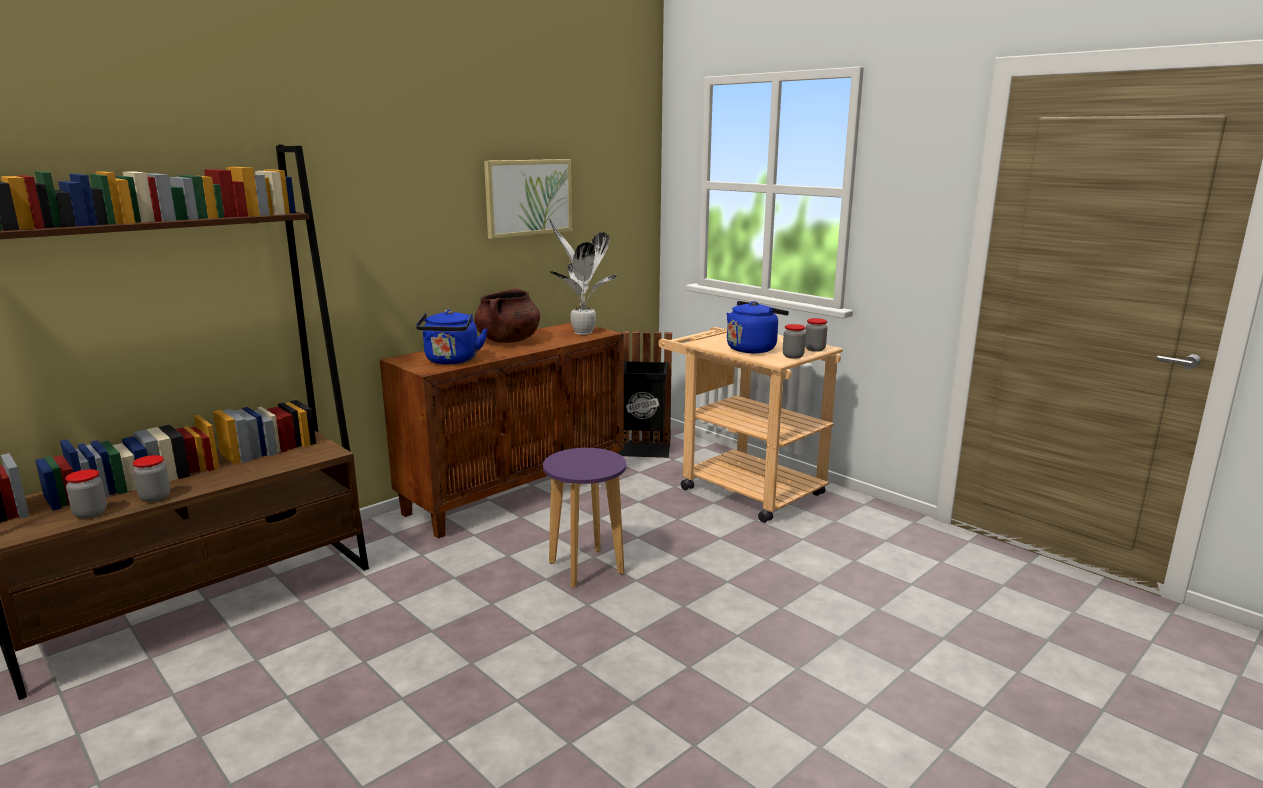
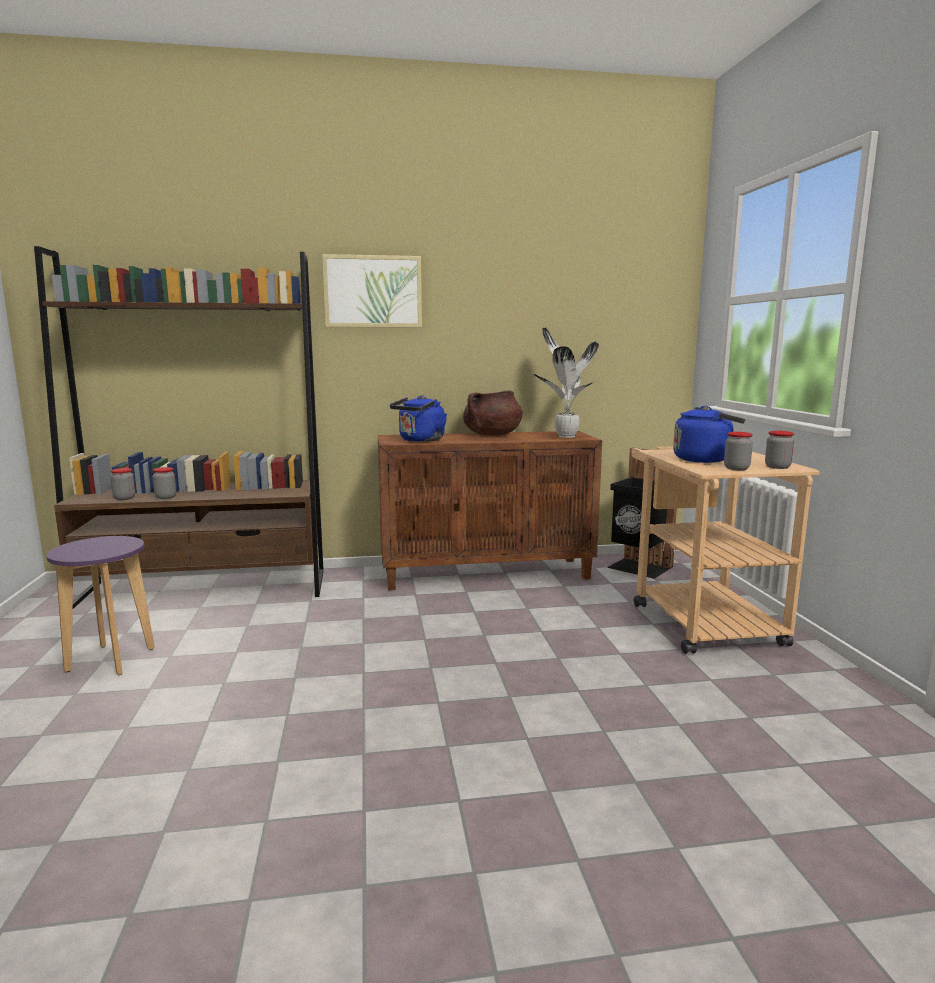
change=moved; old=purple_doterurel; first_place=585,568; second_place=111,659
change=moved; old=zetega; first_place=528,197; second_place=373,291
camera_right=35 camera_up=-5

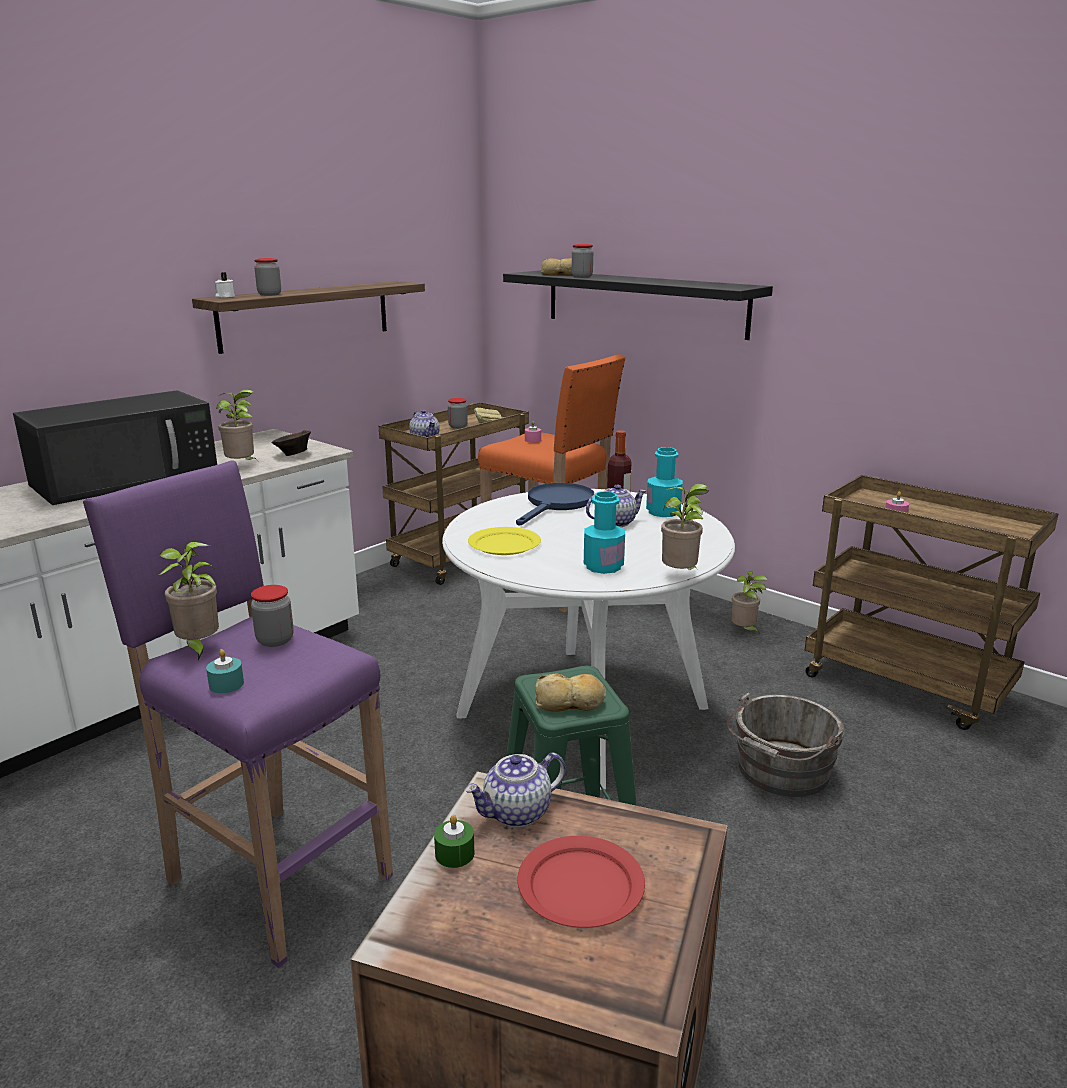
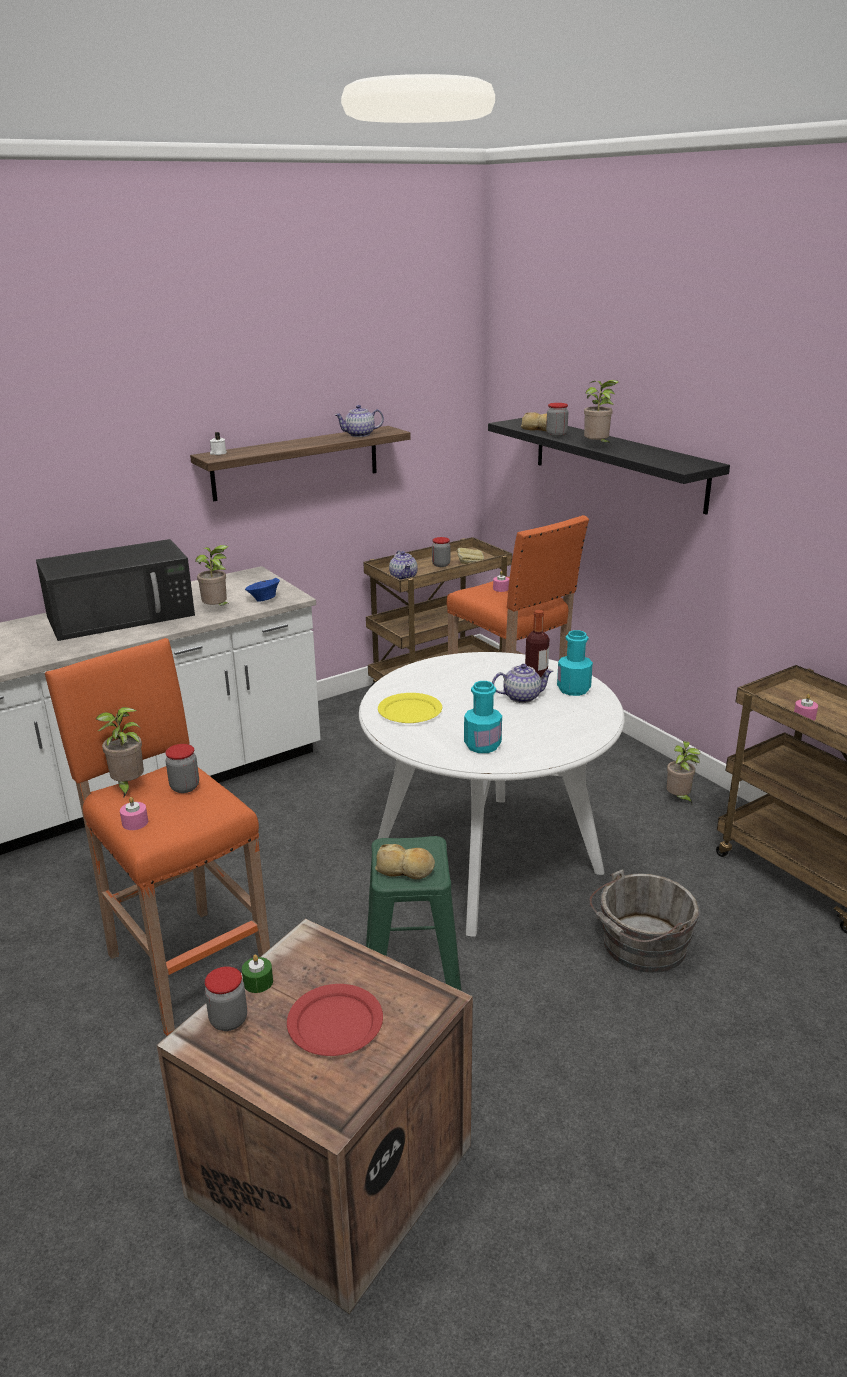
change=recoloured; old=purple_doterurel; new=orange_doterurel; first_place=275,876; second_place=186,966
change=recoloured; old=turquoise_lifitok; new=pink_lifitok; first_place=226,684; second_place=135,822
change=moved; old=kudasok; first_place=269,294; second_place=228,1020
change=recoloured; old=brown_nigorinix; new=blue_nigorinix; first_place=293,454; second_place=263,600
change=moved; old=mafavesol; first_place=517,813; second_place=359,435
change=moved; old=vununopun; first_place=681,575; second_place=597,447
change=removed; old=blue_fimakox; first_place=556,504
camera_right=15 camera_up=5

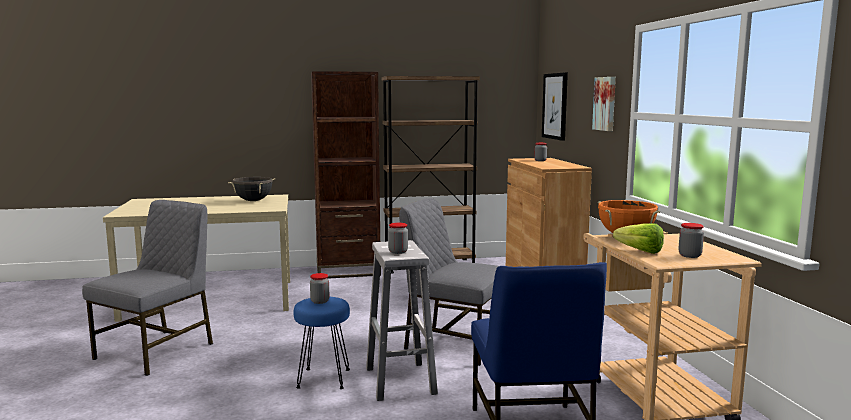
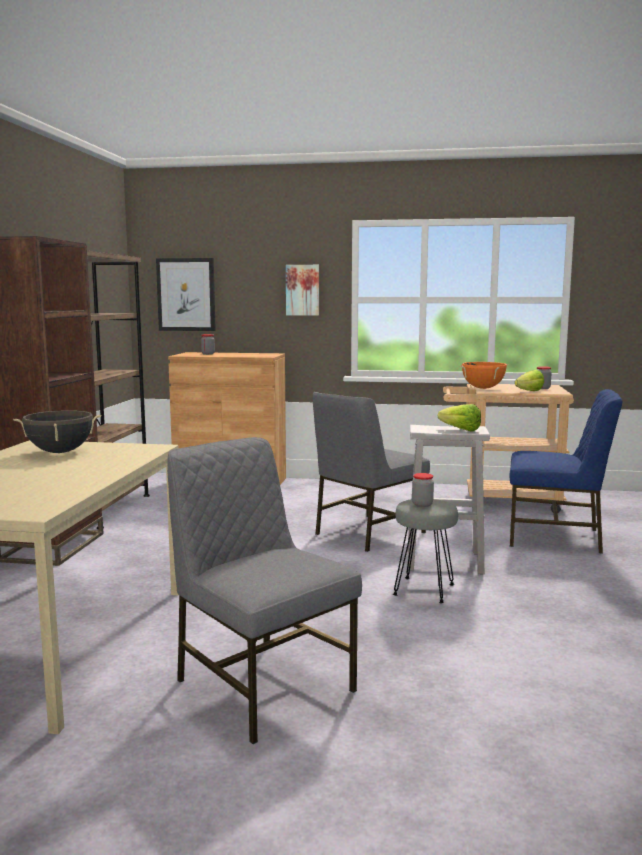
change=recoloured; old=blue_doterurel; new=grey_doterurel; first_place=323,379; second_place=424,590
change=replaced; old=kudasok; new=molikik; first_place=398,252; second_place=458,429
camera_right=-70 camera_up=0

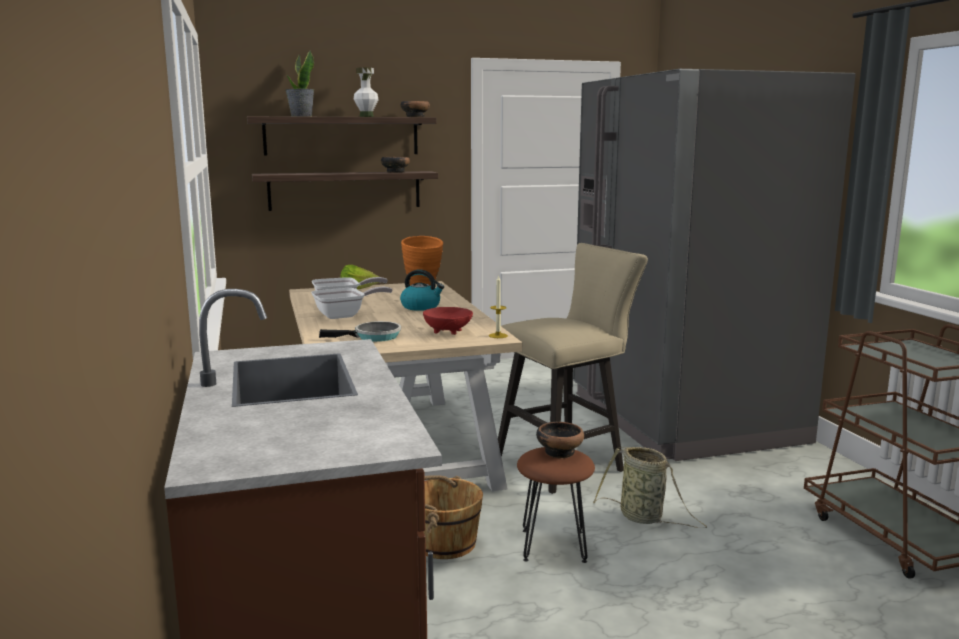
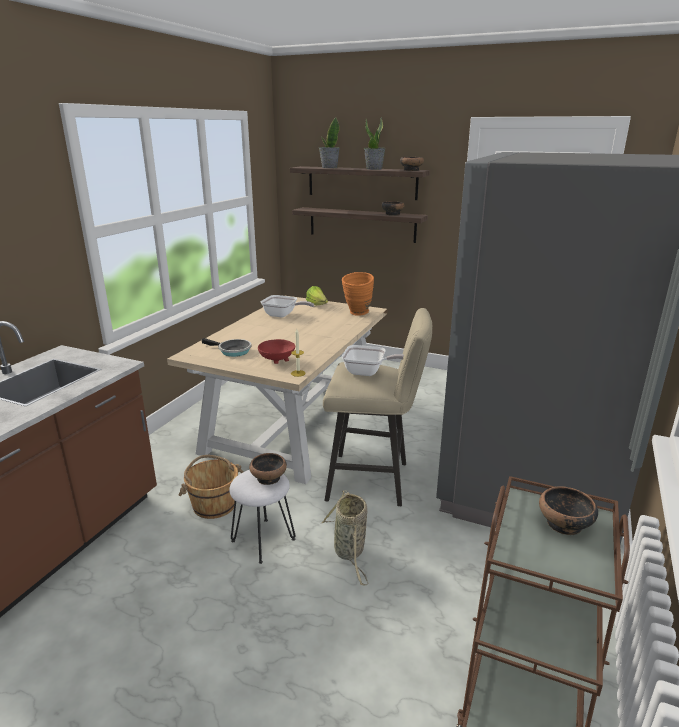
change=recoloured; old=brown_doterurel; new=white_doterurel; first_place=553,545; second_place=263,539
change=moved; old=fimakox; first_place=345,315; second_place=368,372
change=replaced; old=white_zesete; new=vununopun; first_place=366,116; second_place=374,169
change=added; new=nigorinix; second_place=564,524
change=removed; old=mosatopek; first_place=421,307
camera_right=40 camera_up=10

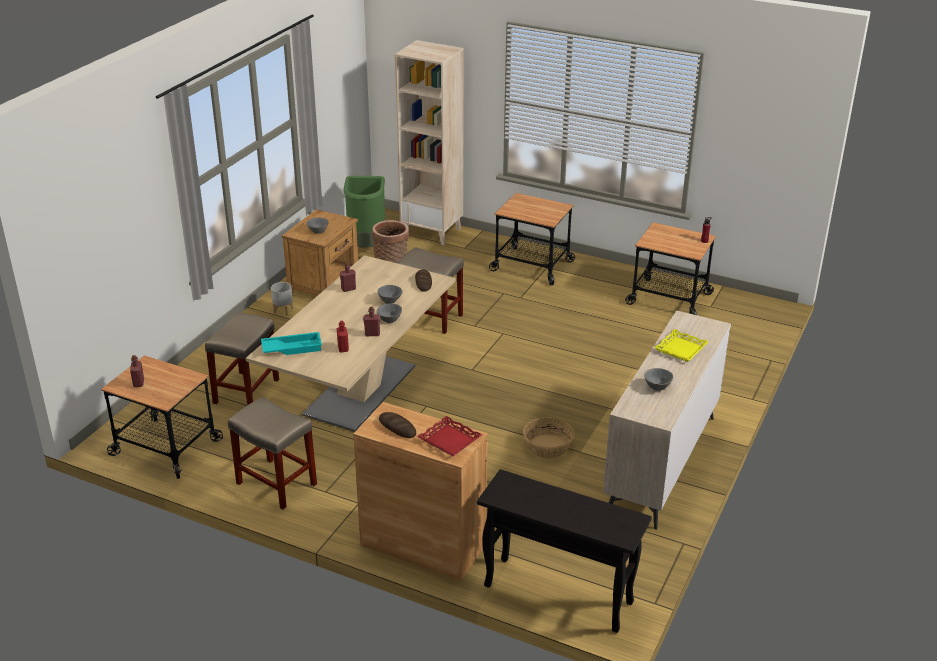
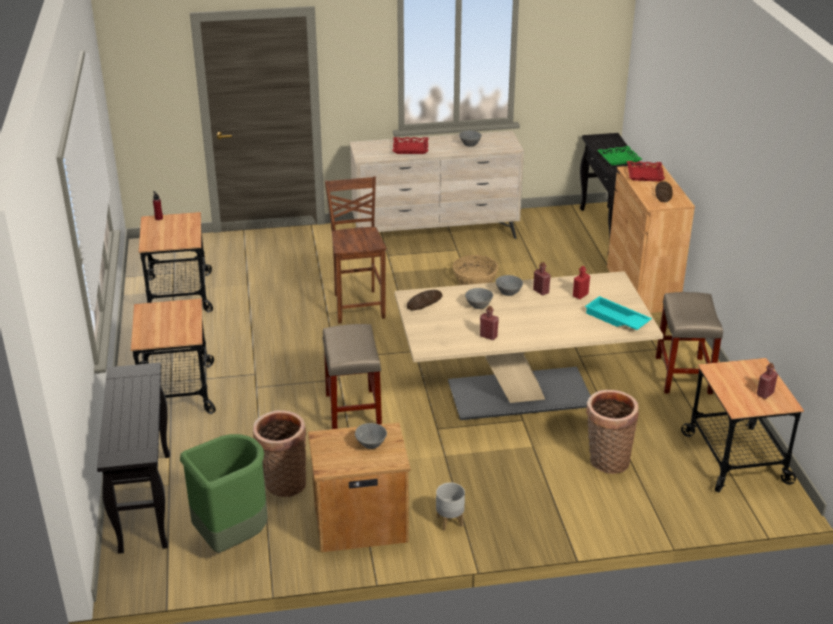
change=replaced; old=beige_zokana; new=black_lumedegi; first_place=432,232; second_place=145,501
change=added; new=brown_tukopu; second_place=358,306
change=recoloured; old=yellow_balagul; new=red_balagul; first_place=681,349; second_place=410,148
change=replaced; old=beige_doterurel; new=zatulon; first_place=246,391; second_place=606,460
change=added; new=green_balagul; second_place=619,158
camera_right=-125 camera_up=0

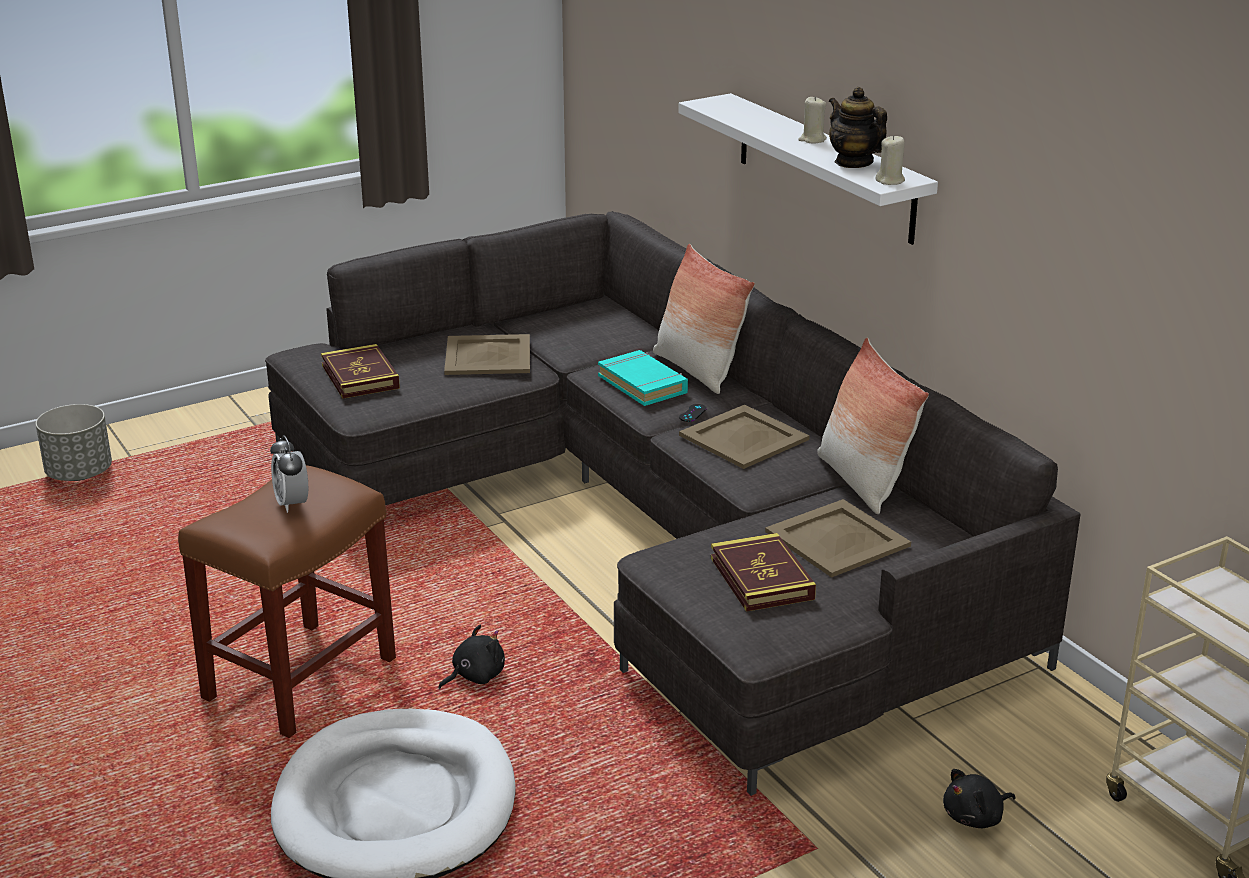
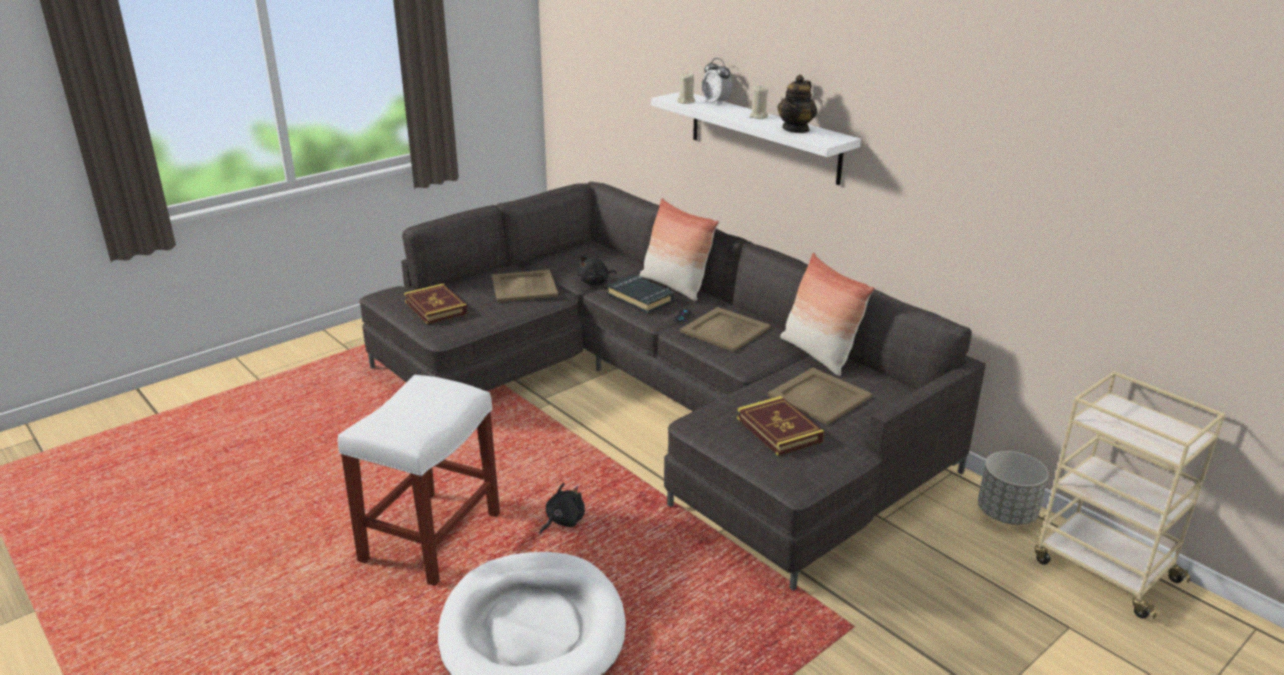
change=recoloured; old=brown_doterurel; new=white_doterurel; first_place=301,677; second_place=432,535
change=moved; old=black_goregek; first_place=975,817; second_place=595,282
change=recoloured; old=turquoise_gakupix; new=black_gakupix; first_place=643,384; second_place=641,298
change=moved; old=beige_lifitok; first_place=890,181; second_place=686,102
change=moved; old=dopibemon; first_place=292,503; second_place=716,102
change=turned; old=mafavesol; first_place=853,162; second_place=796,129; degrees=-105
change=moved; old=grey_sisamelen; first_place=80,474; second_place=1007,513
camera_right=-10 camera_up=0

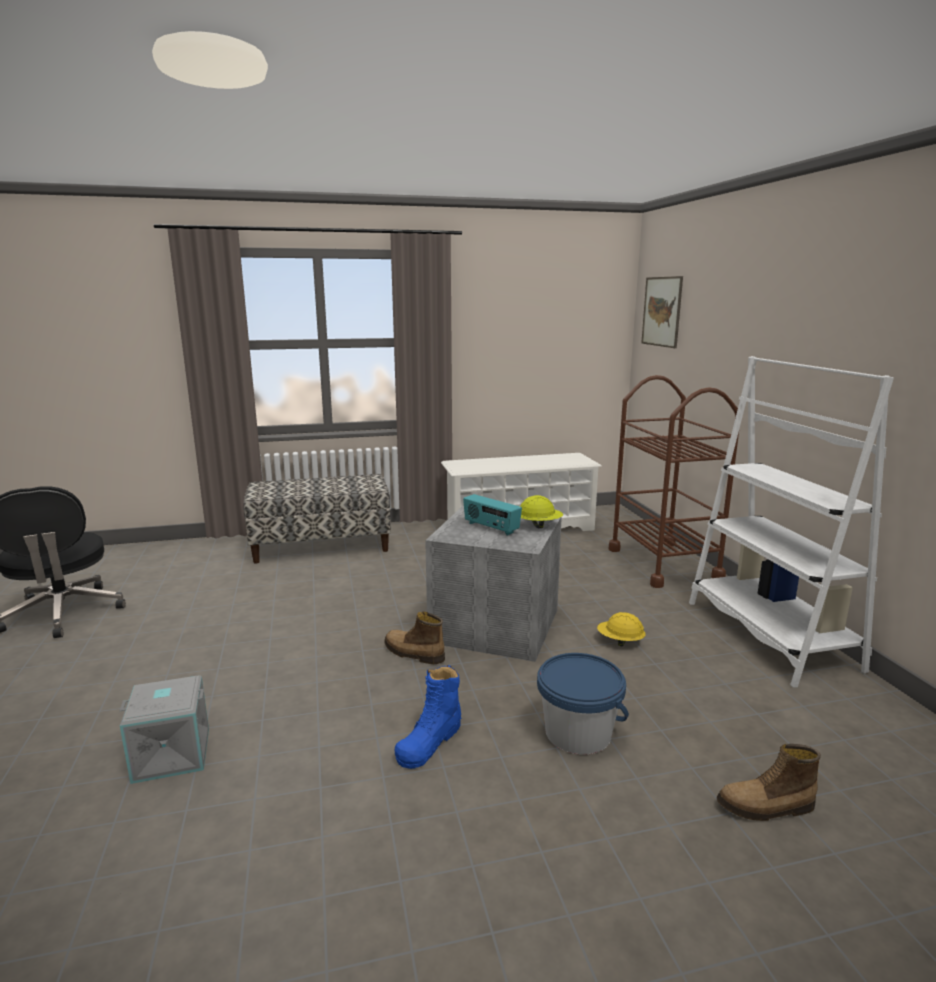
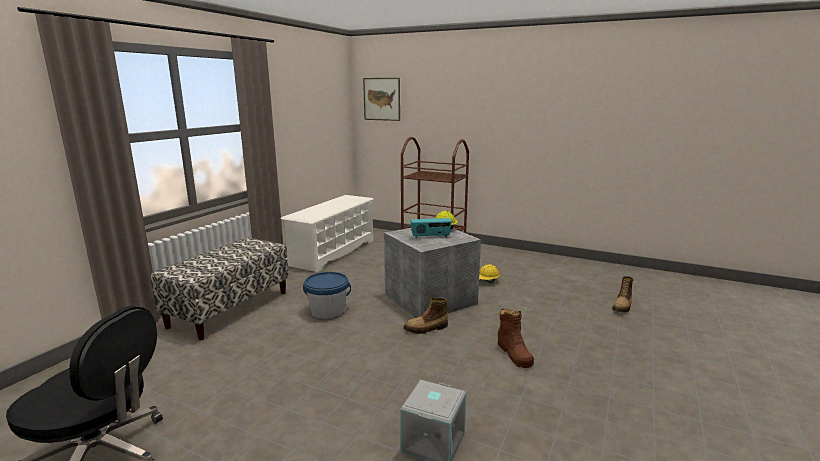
change=moved; old=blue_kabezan; first_place=578,732; second_place=328,311
change=recoloured; old=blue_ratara; new=brown_ratara; first_place=430,742; second_place=514,353
change=removed; old=white_zokana; first_place=769,635
camera_right=-50 camera_up=0

